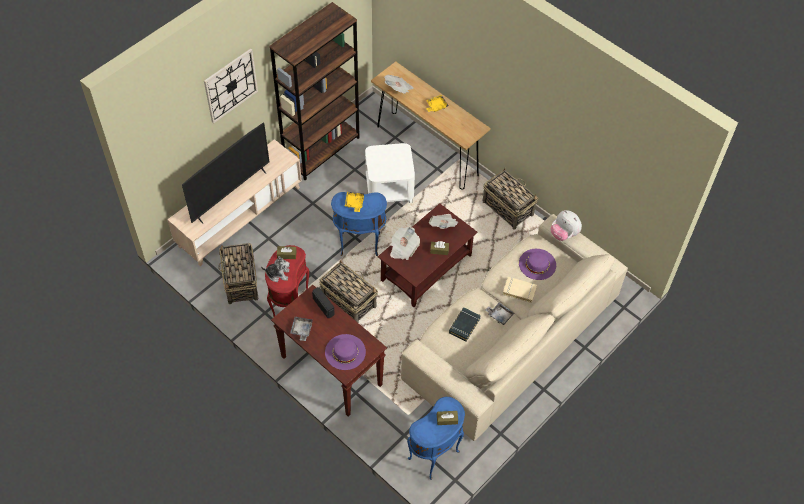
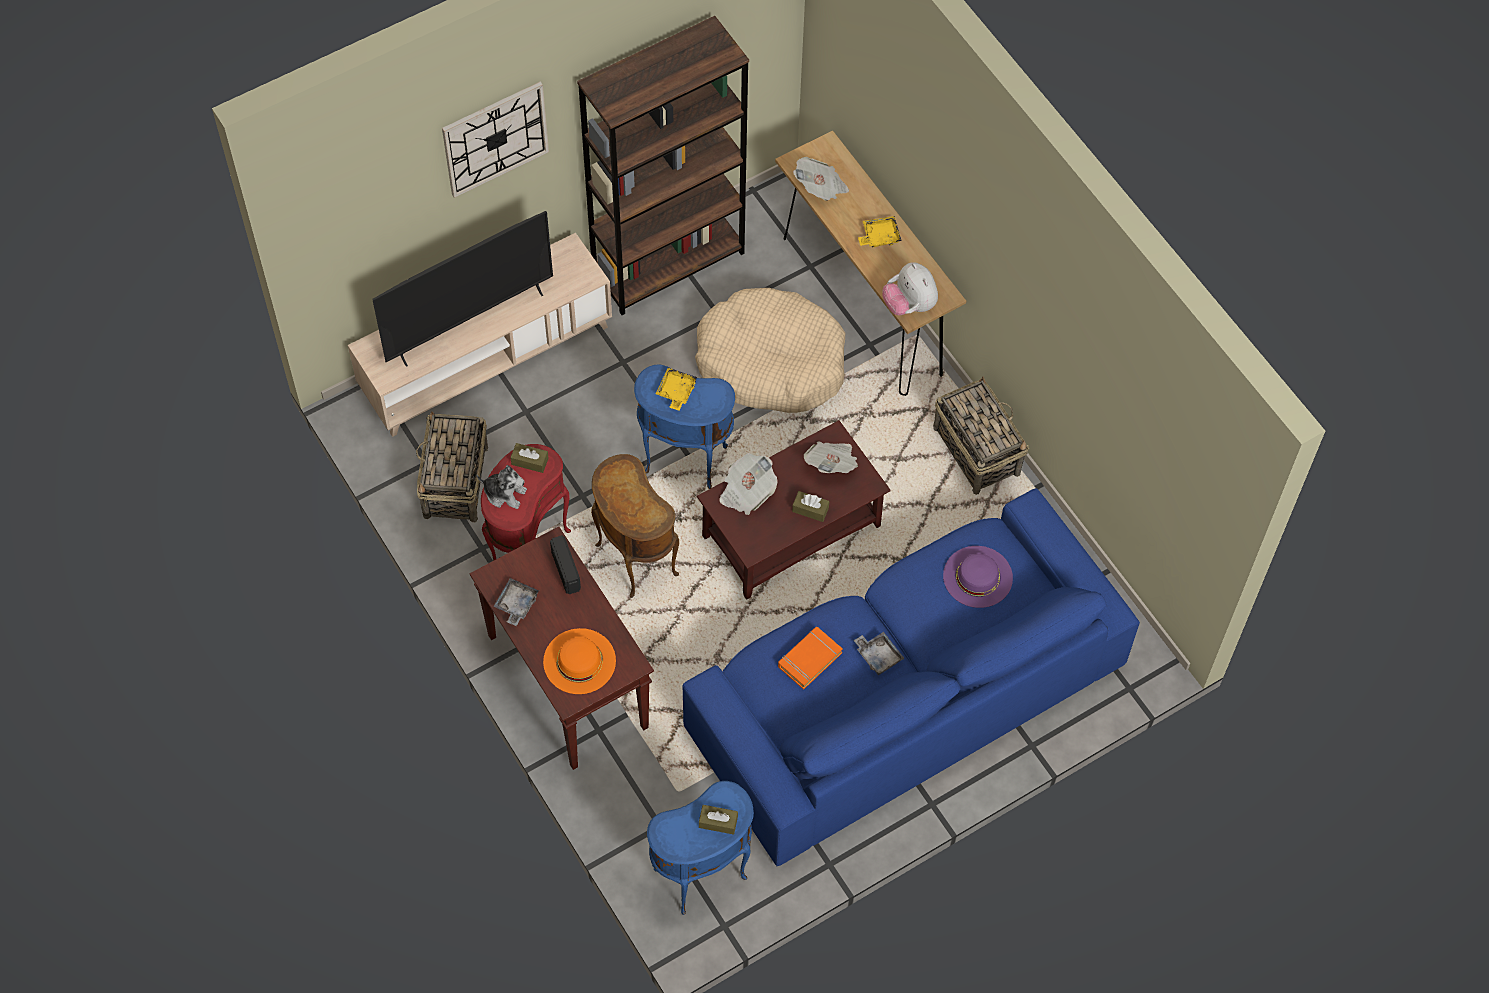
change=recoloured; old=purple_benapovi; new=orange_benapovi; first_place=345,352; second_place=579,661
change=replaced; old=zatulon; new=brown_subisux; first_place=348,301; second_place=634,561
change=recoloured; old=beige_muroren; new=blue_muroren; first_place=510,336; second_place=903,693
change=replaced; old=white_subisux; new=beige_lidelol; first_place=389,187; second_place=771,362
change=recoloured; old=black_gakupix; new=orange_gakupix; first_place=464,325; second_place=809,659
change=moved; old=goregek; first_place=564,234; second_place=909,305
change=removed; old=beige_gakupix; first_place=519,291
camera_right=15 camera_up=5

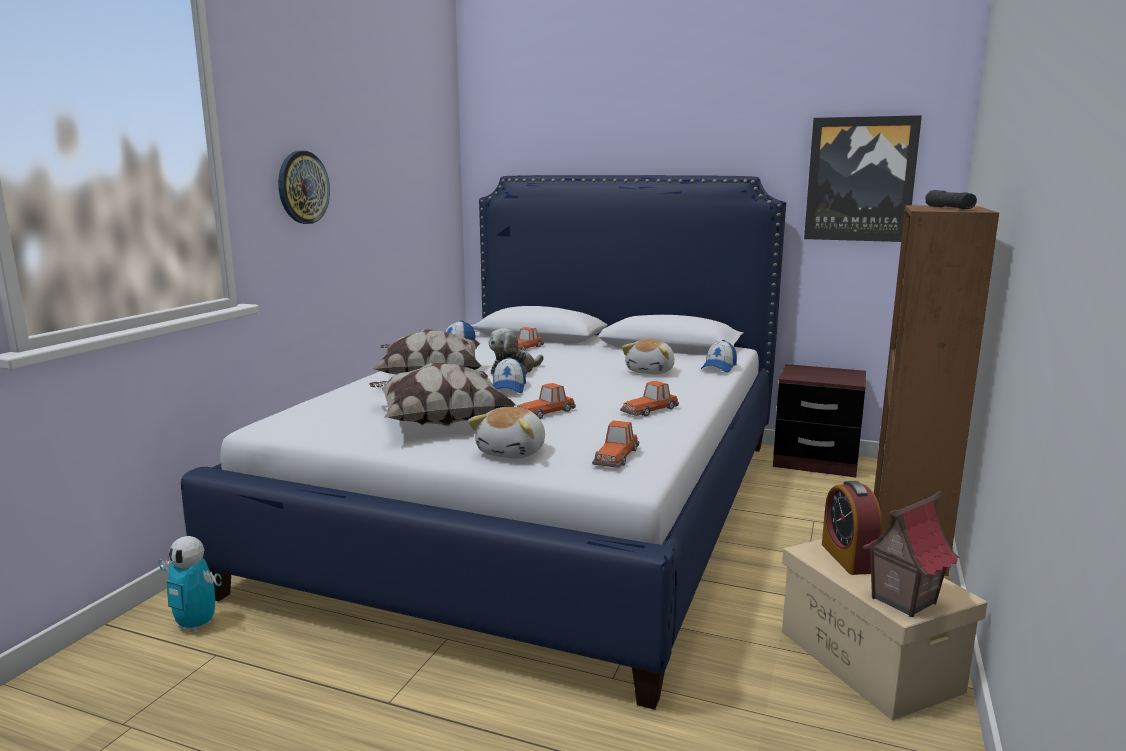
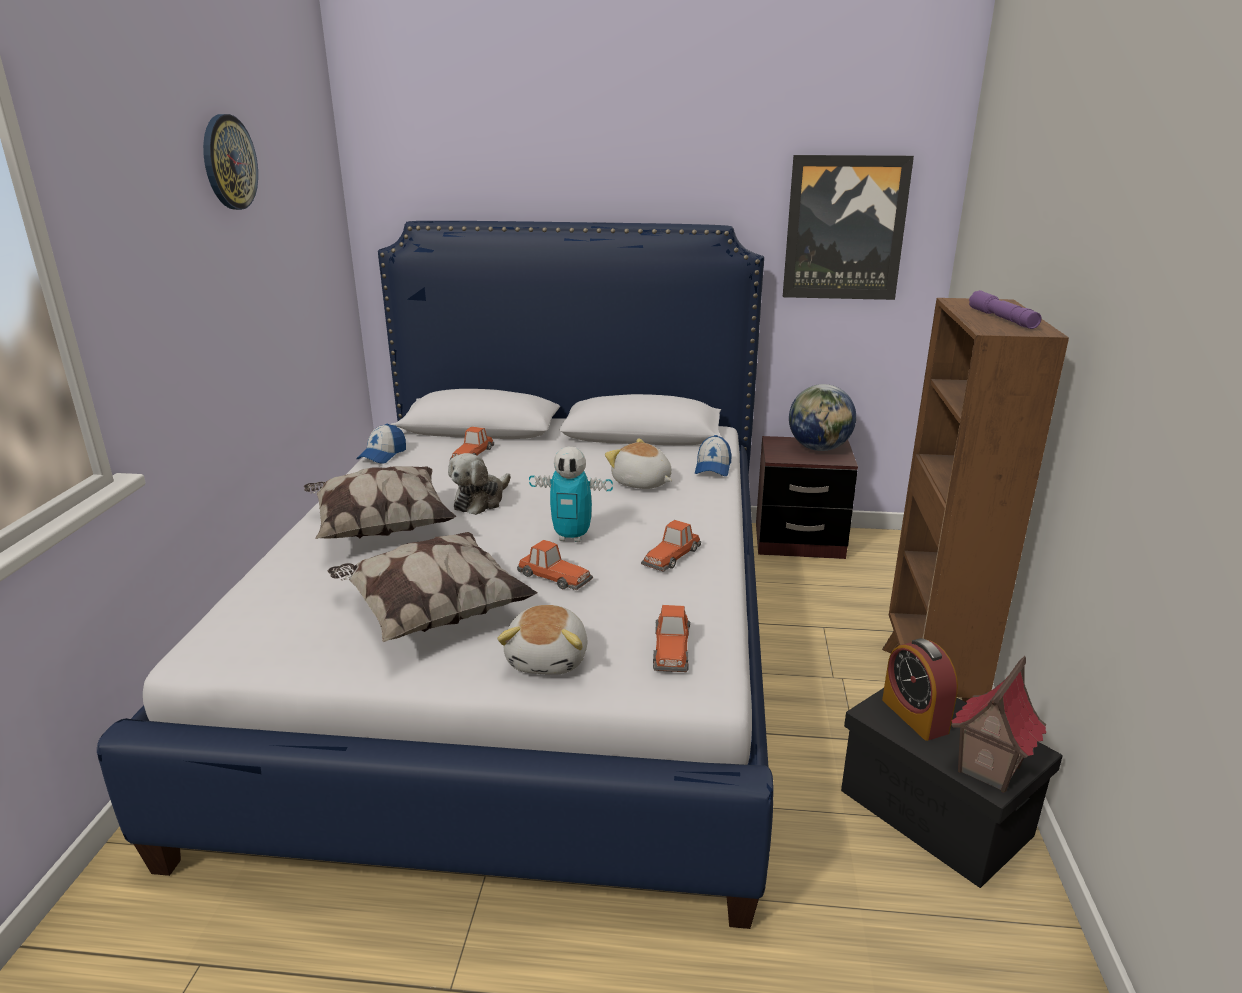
change=moved; old=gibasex; first_place=302,187; second_place=228,162
change=turned; old=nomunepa; first_place=545,412; second_place=553,576; degrees=-90
change=moved; old=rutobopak; first_place=196,625; second_place=572,537
change=turned; old=goregek; first_place=651,371; second_place=641,483; degrees=120
change=added; new=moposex; second_place=819,448
change=recoloured; old=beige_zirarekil; new=black_zirarekil; first_place=870,661; second_place=936,813
change=recoloured; old=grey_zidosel; new=purple_zidosel; first_place=949,208; second_place=1002,319
change=removed; old=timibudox; first_place=508,388
camera_right=-15 camera_up=10

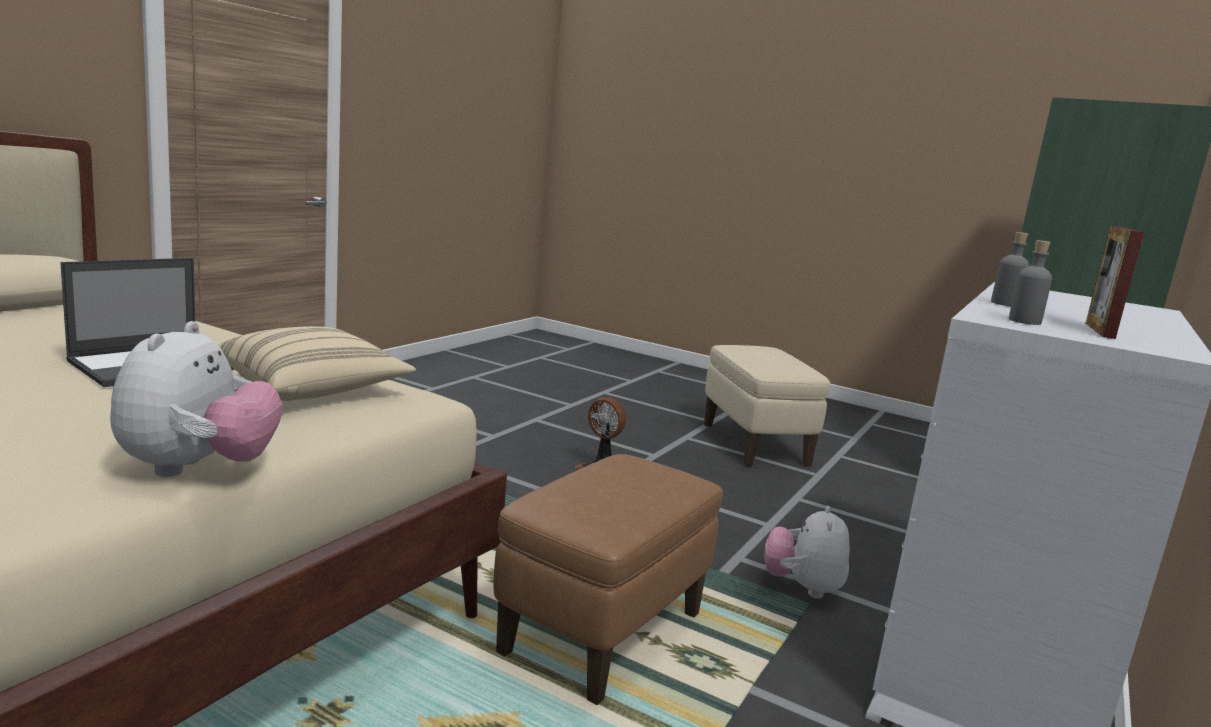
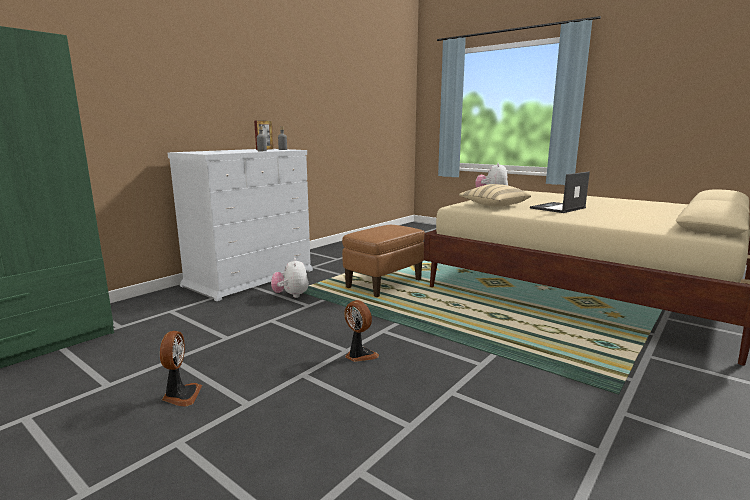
change=replaced; old=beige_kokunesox; new=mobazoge; first_place=755,445; second_place=181,395
change=turned; old=goregek; first_place=802,588; second_place=291,295; degrees=150
camera_right=-170 camera_up=0

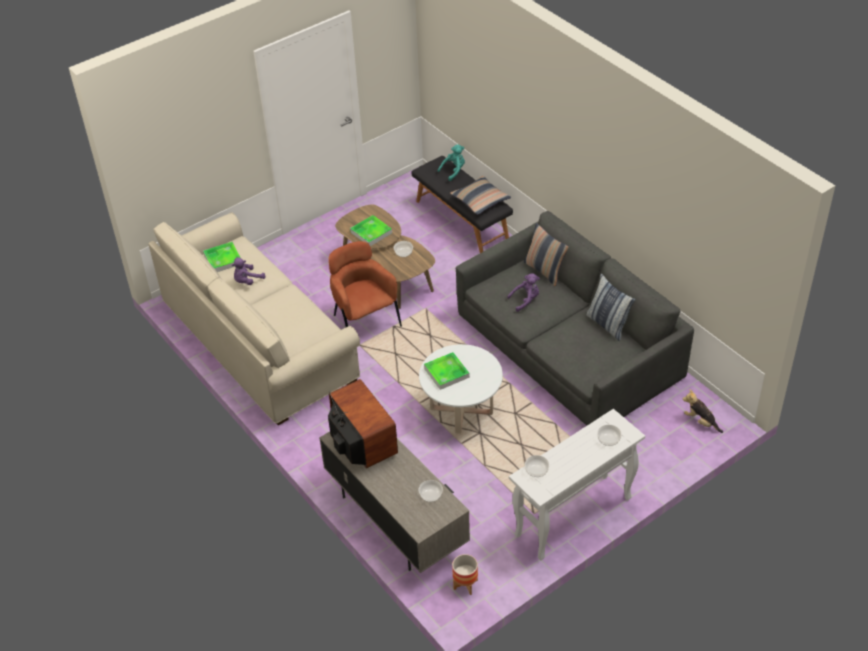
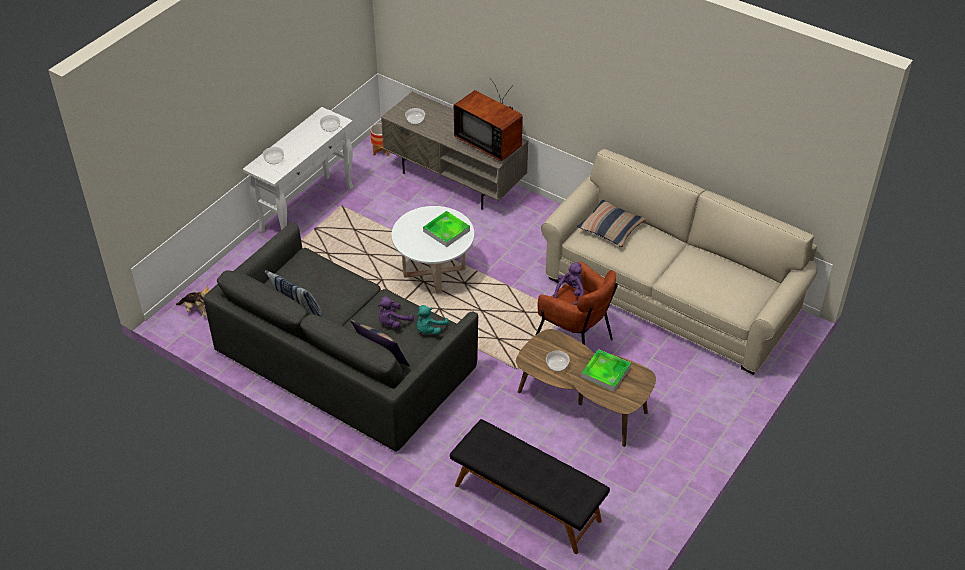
change=moved; old=turquoise_goregek; first_place=454,171; second_place=429,330
change=moved; old=purple_goregek; first_place=247,281; second_place=570,293
change=moved; old=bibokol; first_place=480,200; second_place=611,228
change=removed; old=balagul; first_place=223,259
camera_right=160 camera_up=0

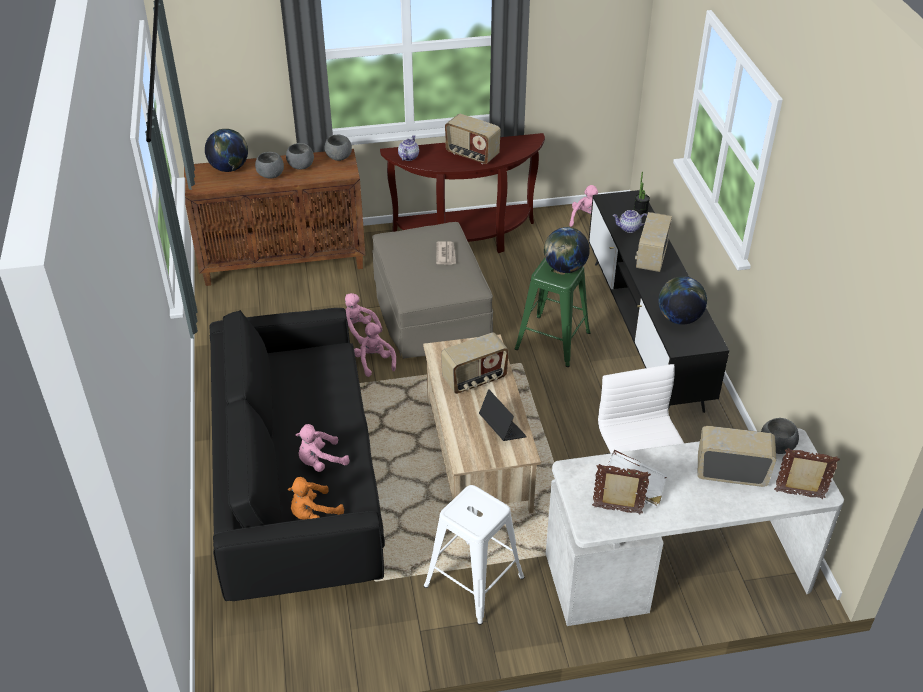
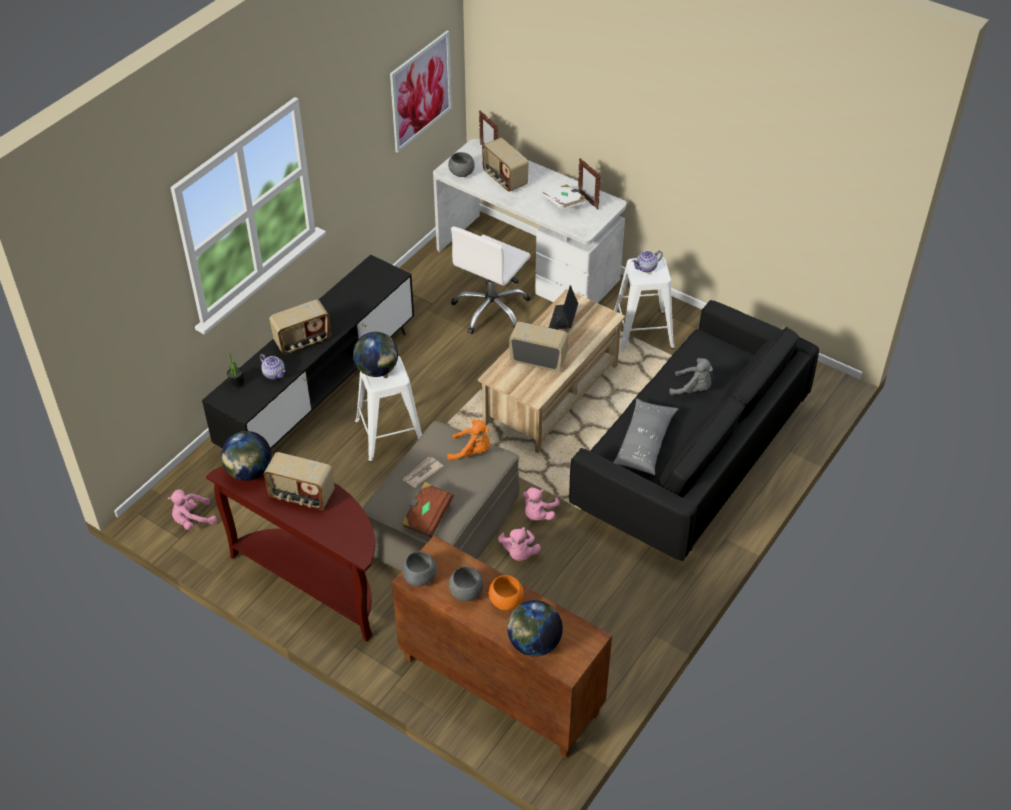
change=moved; old=moposex; first_place=679,319; second_place=249,472
change=turned; old=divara; first_place=472,155; second_place=301,496; degrees=120
change=recoloured; old=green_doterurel; new=white_doterurel; first_place=553,340; second_place=389,434
change=added; new=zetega; second_place=421,91
change=added; new=brown_gakupix; second_place=427,516
change=moved; old=orange_goregek; first_place=313,514; second_place=472,451
change=recoloured; old=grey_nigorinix; new=orange_nigorinix; first_place=271,175; second_place=505,602
change=added; new=grey_bibokol; second_place=644,443
change=moved; old=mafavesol; first_place=408,157; second_place=646,268
change=recoloured; old=pink_goregek; new=grey_goregek; first_place=320,462; second_place=692,389
camera_right=-135 camera_up=5

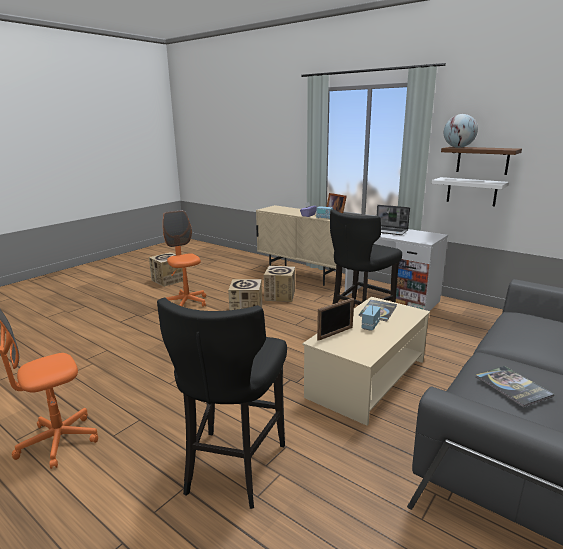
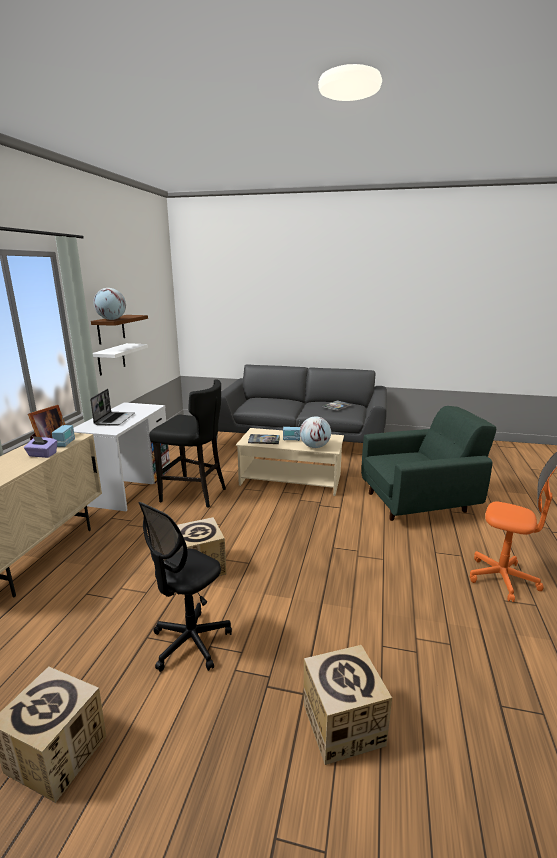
change=recoloured; old=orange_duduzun; new=black_duduzun; first_place=187,303; second_place=190,643
change=replaced; old=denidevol; new=moposex; first_place=335,333; second_place=314,447
change=moved; old=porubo; first_place=280,296; second_place=342,724
change=replaced; old=black_doterurel; new=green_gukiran; first_place=233,467; second_place=419,502
camera_right=-115 camera_up=0

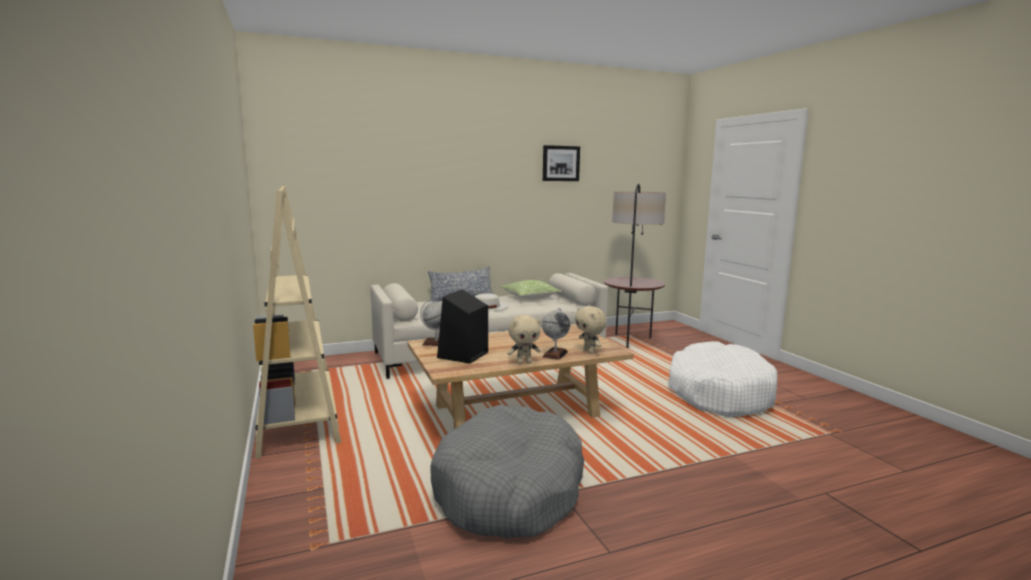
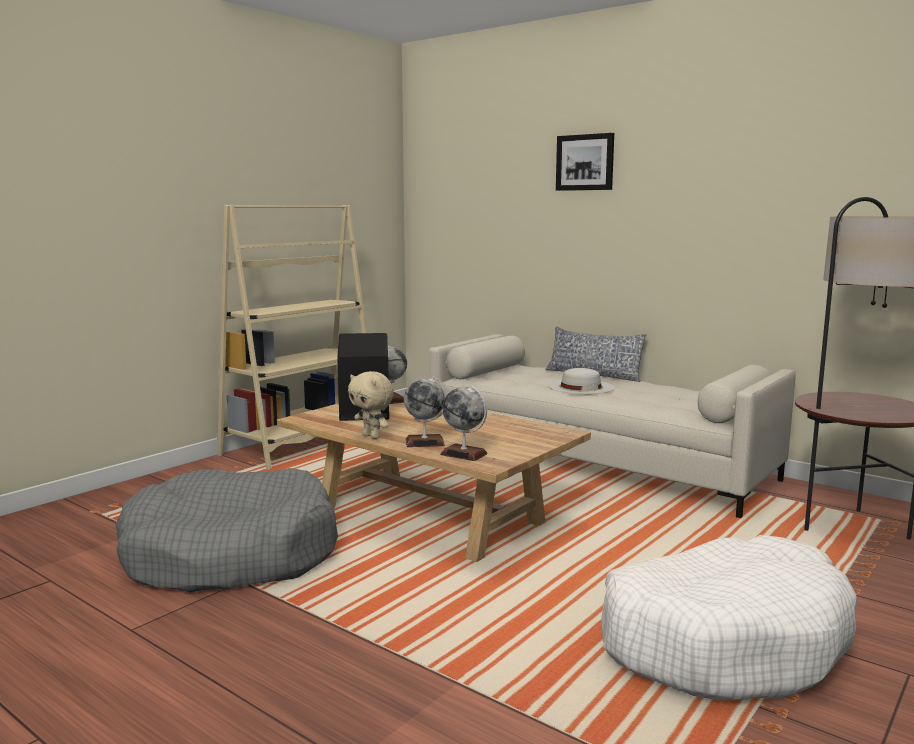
change=replaced; old=beige_goregek; new=moposex; first_place=589,351; second_place=464,454
change=moved; old=zetega; first_place=560,163; second_place=585,162
change=removed; old=bibokol; first_place=530,297
camera_right=60 camera_up=0

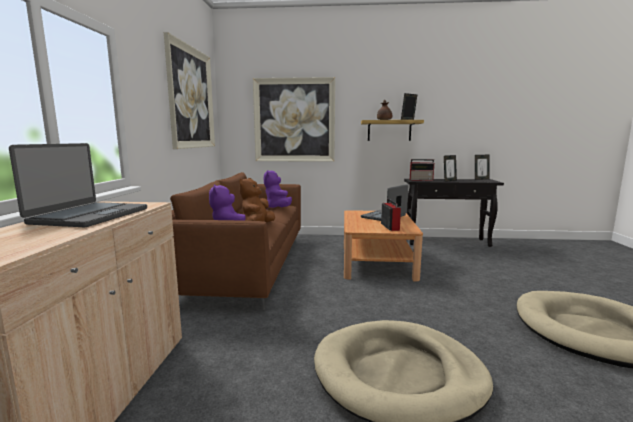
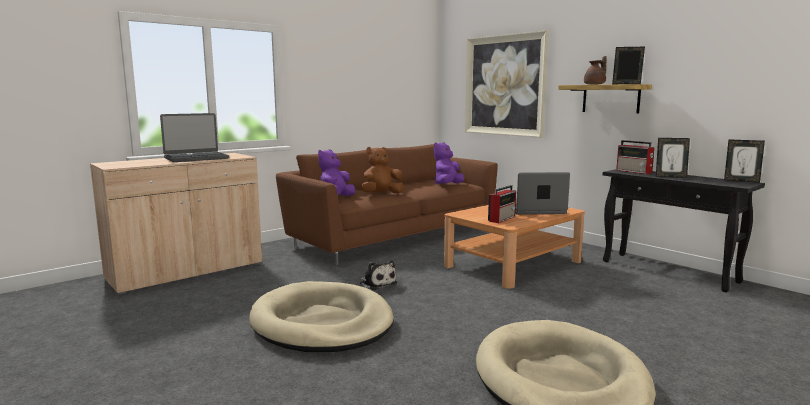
change=added; new=goregek; second_place=377,283
change=removed; old=zetega; first_place=191,98
camera_right=45 camera_up=0

